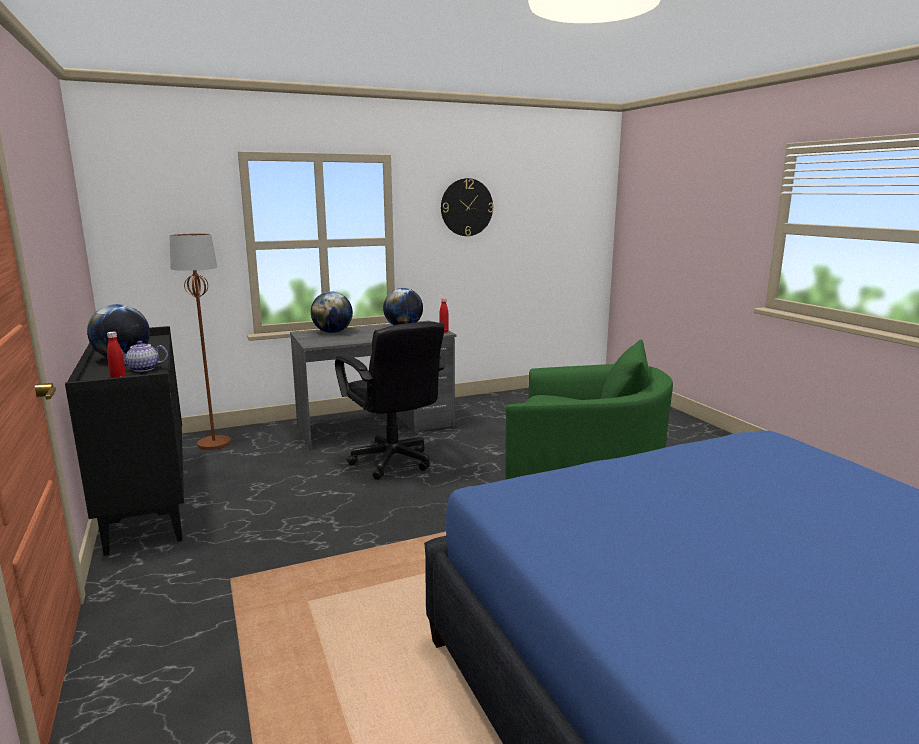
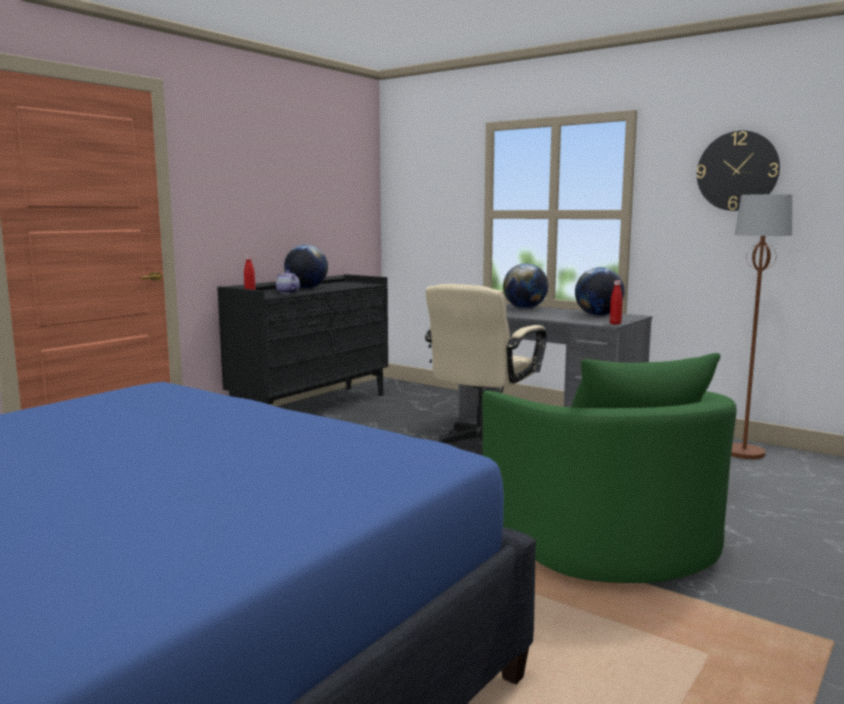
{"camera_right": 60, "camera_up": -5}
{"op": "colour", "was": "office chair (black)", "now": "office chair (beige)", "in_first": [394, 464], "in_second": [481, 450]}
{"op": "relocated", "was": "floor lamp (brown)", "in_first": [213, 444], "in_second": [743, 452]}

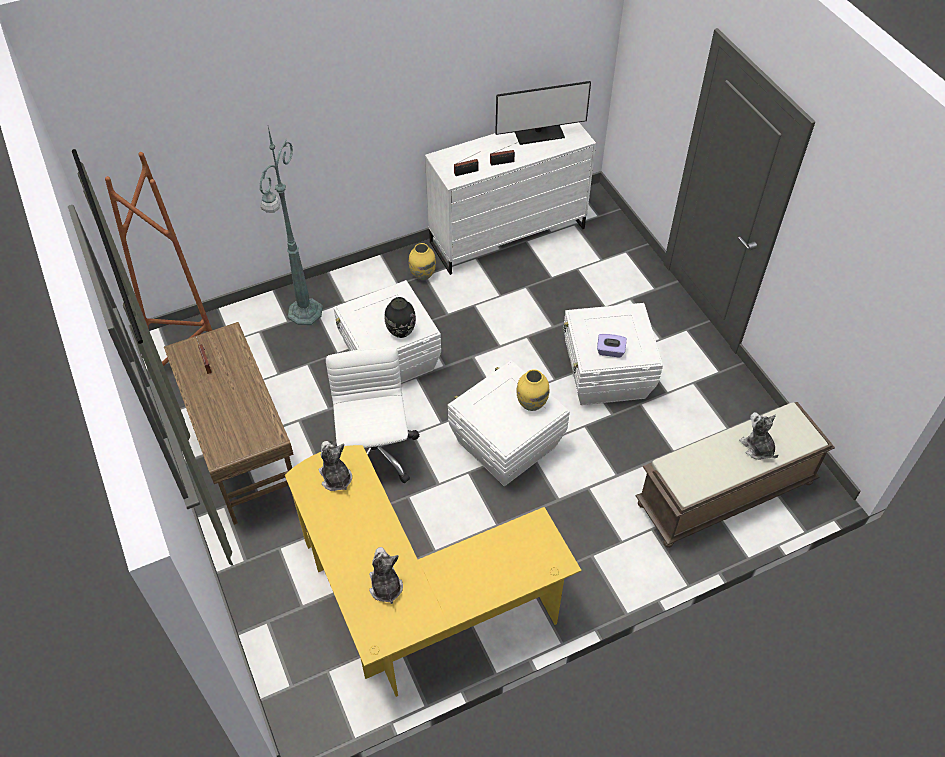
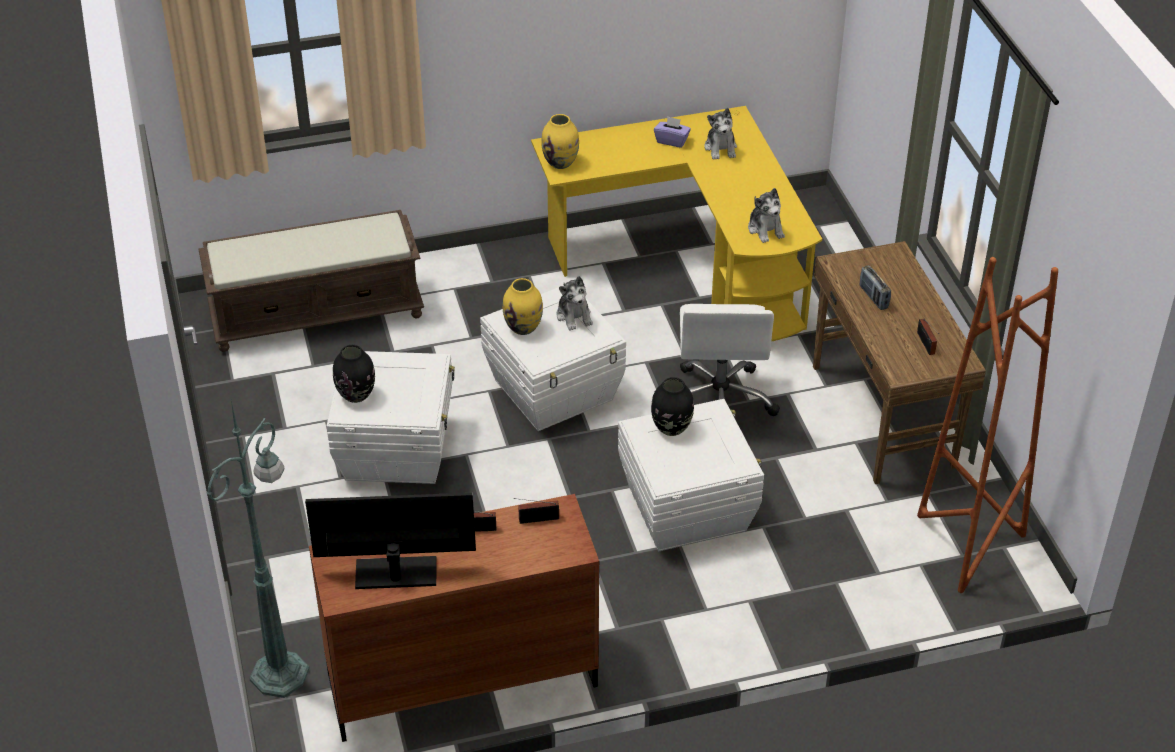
{"camera_right": -170, "camera_up": -10}
{"op": "relocated", "was": "floor lamp (green)", "in_first": [304, 313], "in_second": [282, 672]}
{"op": "colour", "was": "dresser (white)", "now": "dresser (brown)", "in_first": [507, 234], "in_second": [462, 682]}
{"op": "appeared", "now": "vase (black)", "in_second": [356, 394]}
{"op": "relocated", "was": "vase (yellow)", "in_first": [422, 275], "in_second": [560, 162]}
{"op": "relocated", "was": "plush toy", "in_first": [757, 447], "in_second": [574, 316]}
{"op": "relocated", "was": "tissue box (purple)", "in_first": [610, 351], "in_second": [672, 141]}
{"op": "appeared", "now": "radio", "in_second": [873, 297]}

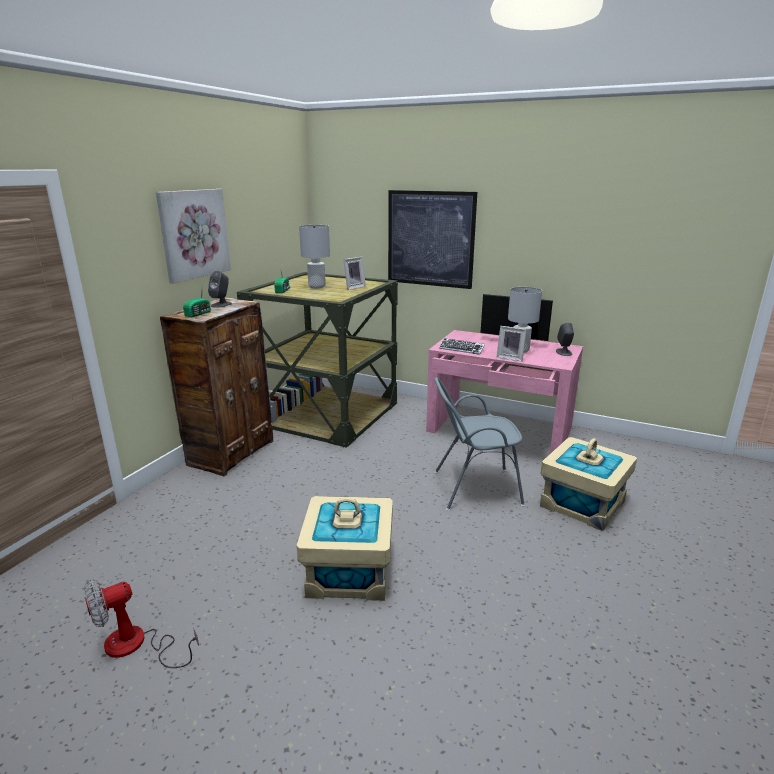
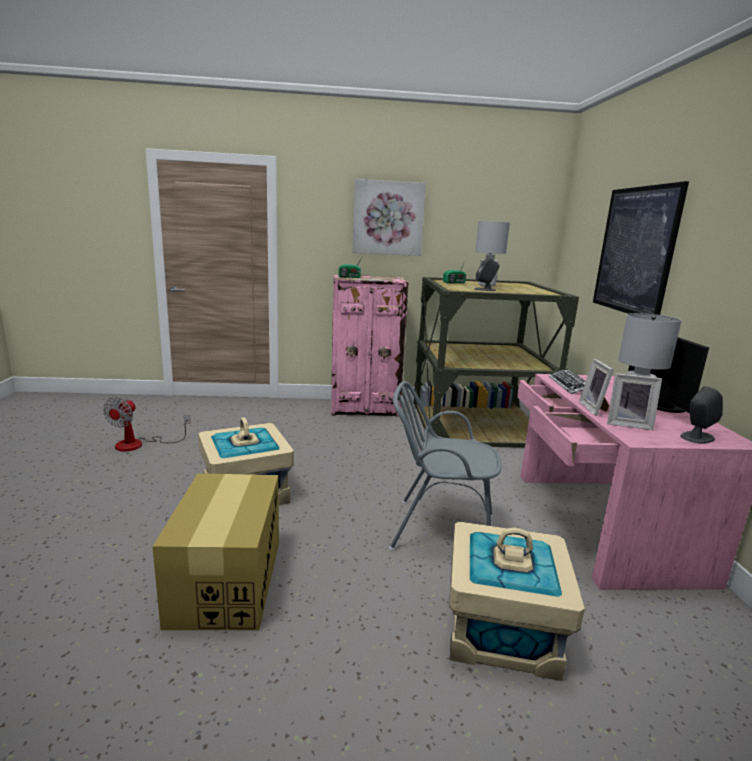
{"camera_right": 60, "camera_up": -5}
{"op": "spun", "was": "fan", "in_first": [136, 645], "in_second": [139, 444], "clockwise": -105}
{"op": "appeared", "now": "cardboard box", "in_second": [227, 580]}
{"op": "colour", "was": "cabinet (brown)", "now": "cabinet (pink)", "in_first": [231, 452], "in_second": [365, 408]}
{"op": "spun", "was": "chair (grey)", "in_first": [473, 488], "in_second": [438, 529], "clockwise": -45}
{"op": "relocated", "was": "speaker (grey)", "in_first": [221, 304], "in_second": [485, 289]}
{"op": "relocated", "was": "picture frame", "in_first": [353, 287], "in_second": [628, 424]}

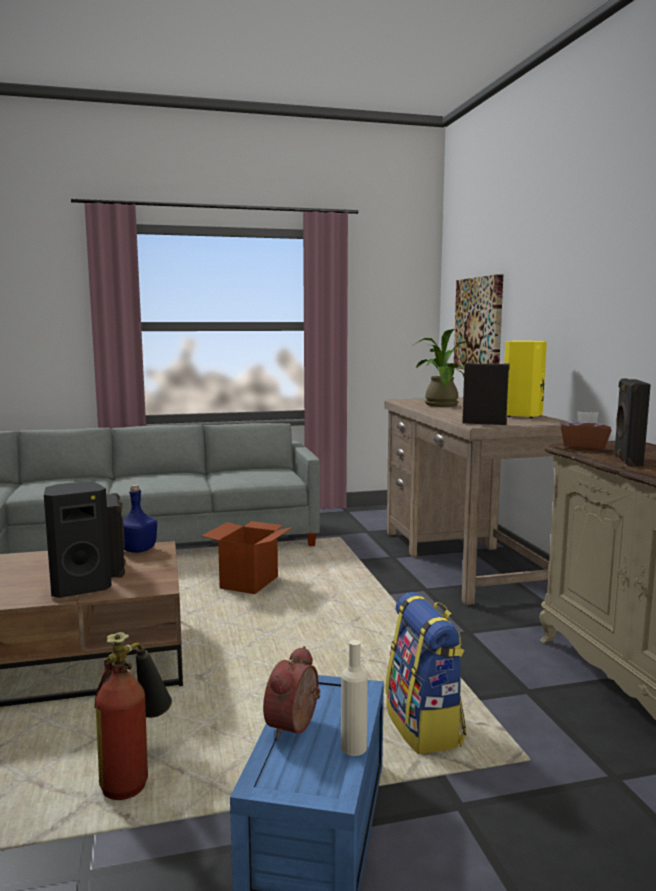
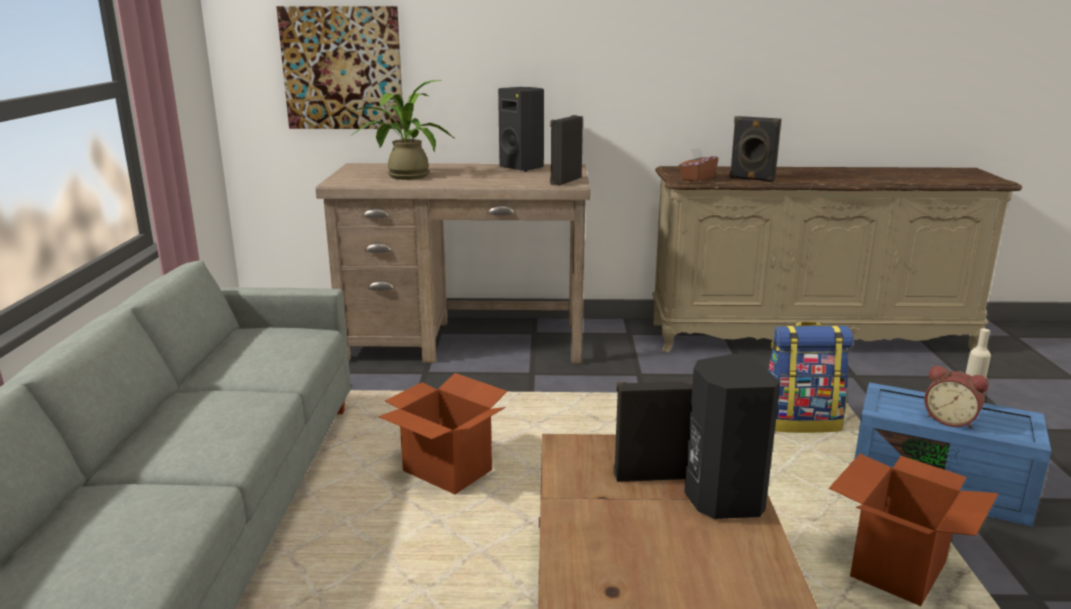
{"camera_right": -75, "camera_up": 10}
{"op": "colour", "was": "speaker (yellow)", "now": "speaker (black)", "in_first": [523, 416], "in_second": [523, 167]}
{"op": "exchanged", "was": "fire extinguisher", "now": "cardboard box", "in_first": [136, 776], "in_second": [898, 570]}
{"op": "missing", "was": "bottle (blue)", "in_first": [138, 549]}

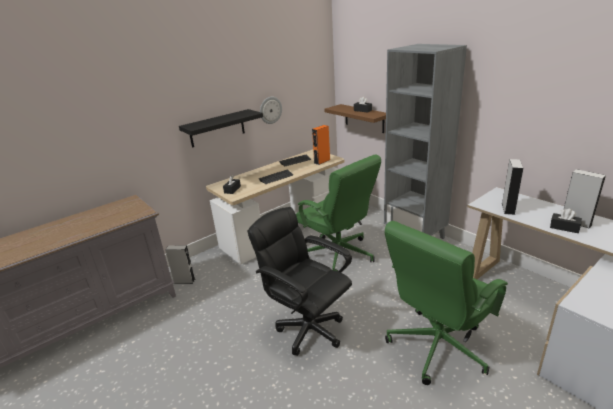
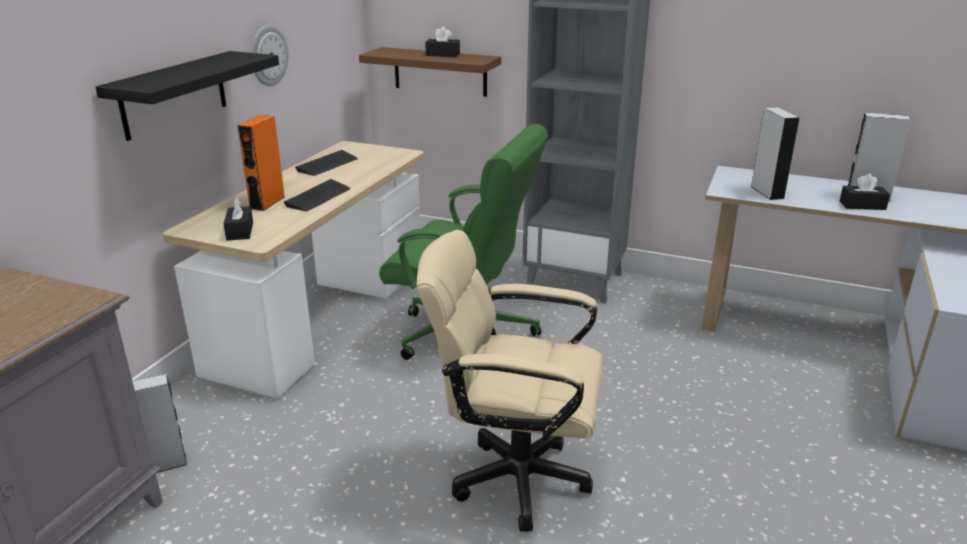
{"camera_right": -30, "camera_up": 0}
{"op": "relocated", "was": "speaker (orange)", "in_first": [322, 161], "in_second": [267, 202]}
{"op": "colour", "was": "office chair (black)", "now": "office chair (beige)", "in_first": [306, 330], "in_second": [512, 482]}
{"op": "missing", "was": "office chair (green)", "in_first": [438, 345]}

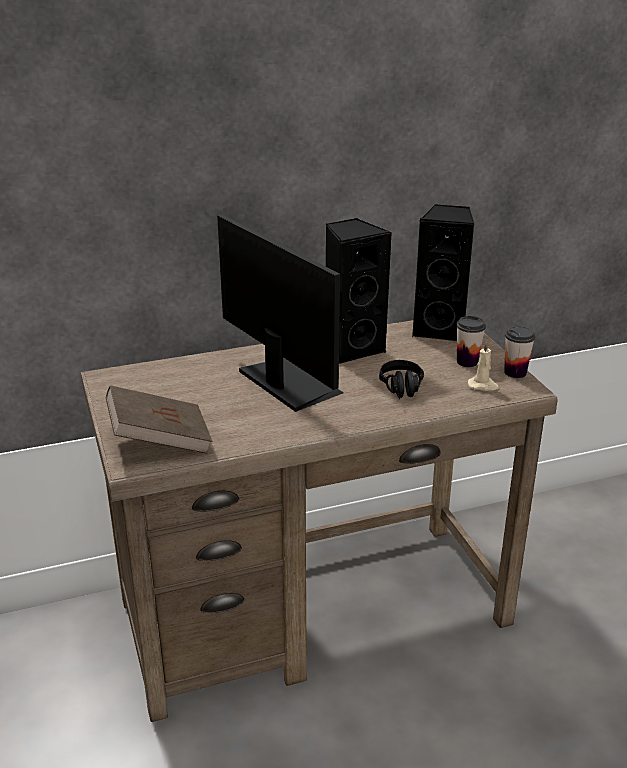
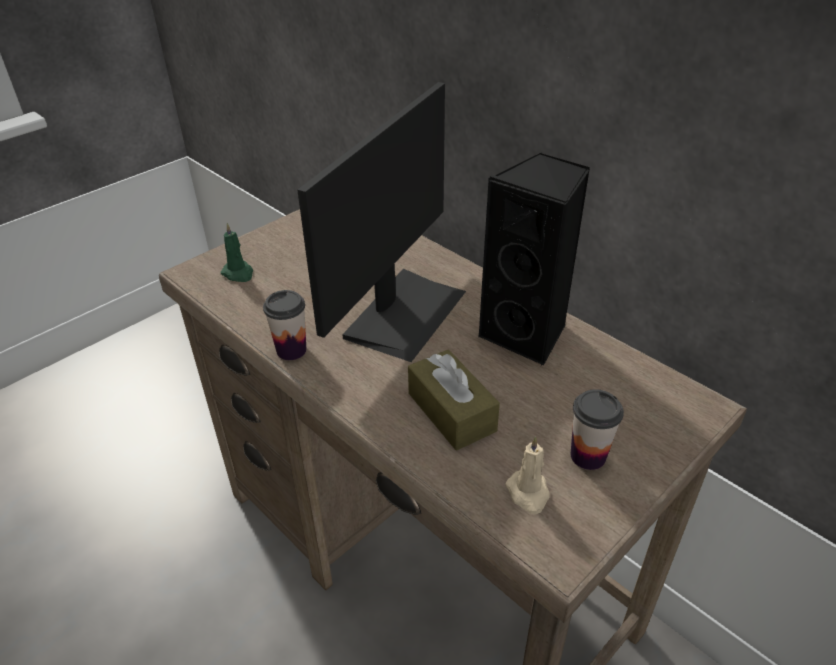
{"camera_right": 65, "camera_up": 10}
{"op": "exchanged", "was": "book (brown)", "now": "candle (green)", "in_first": [160, 440], "in_second": [238, 273]}
{"op": "relocated", "was": "cup", "in_first": [515, 372], "in_second": [291, 350]}
{"op": "exchanged", "was": "headphones (black)", "now": "tissue box (brown)", "in_first": [402, 391], "in_second": [451, 412]}
{"op": "missing", "was": "speaker (black)", "in_first": [440, 330]}

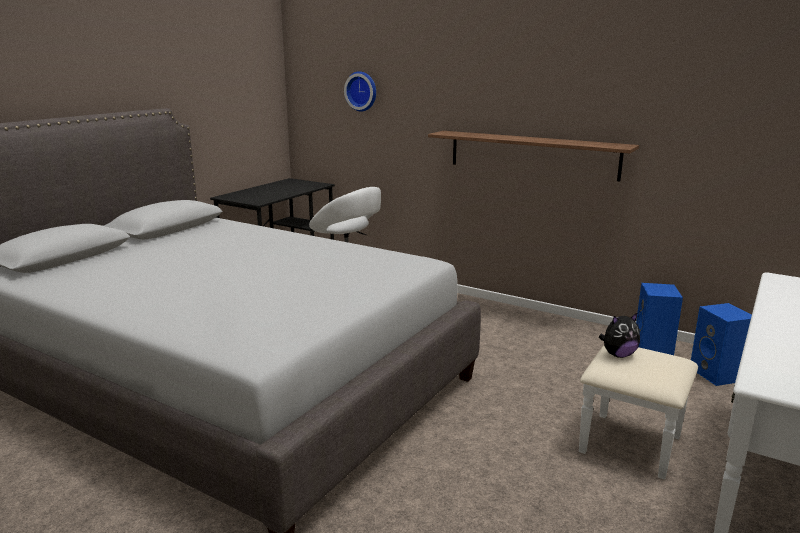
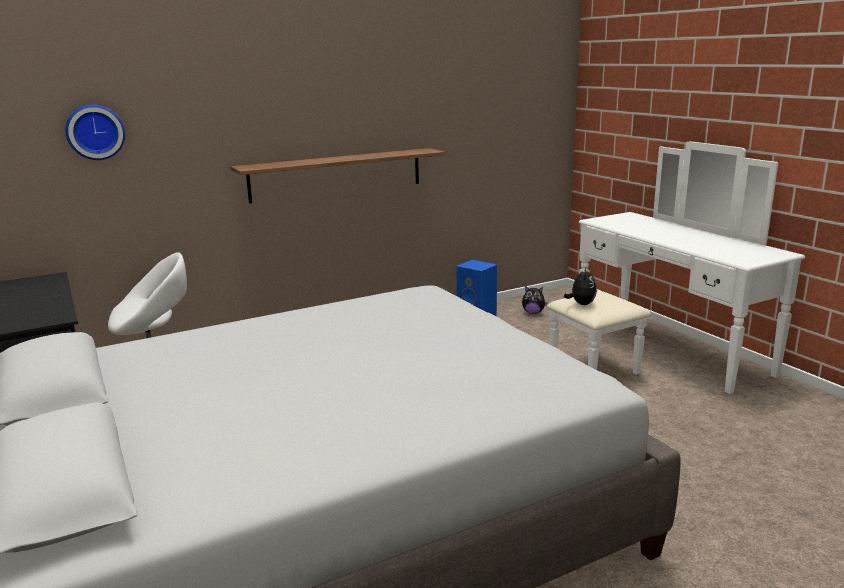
{"camera_right": -60, "camera_up": 0}
{"op": "exchanged", "was": "speaker (blue)", "now": "plush toy", "in_first": [718, 374], "in_second": [533, 313]}

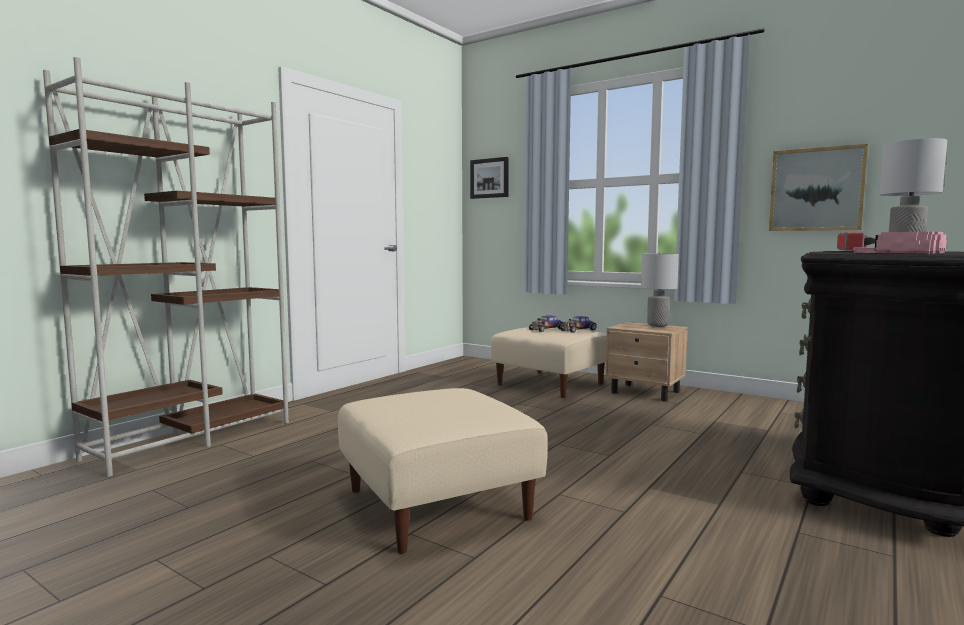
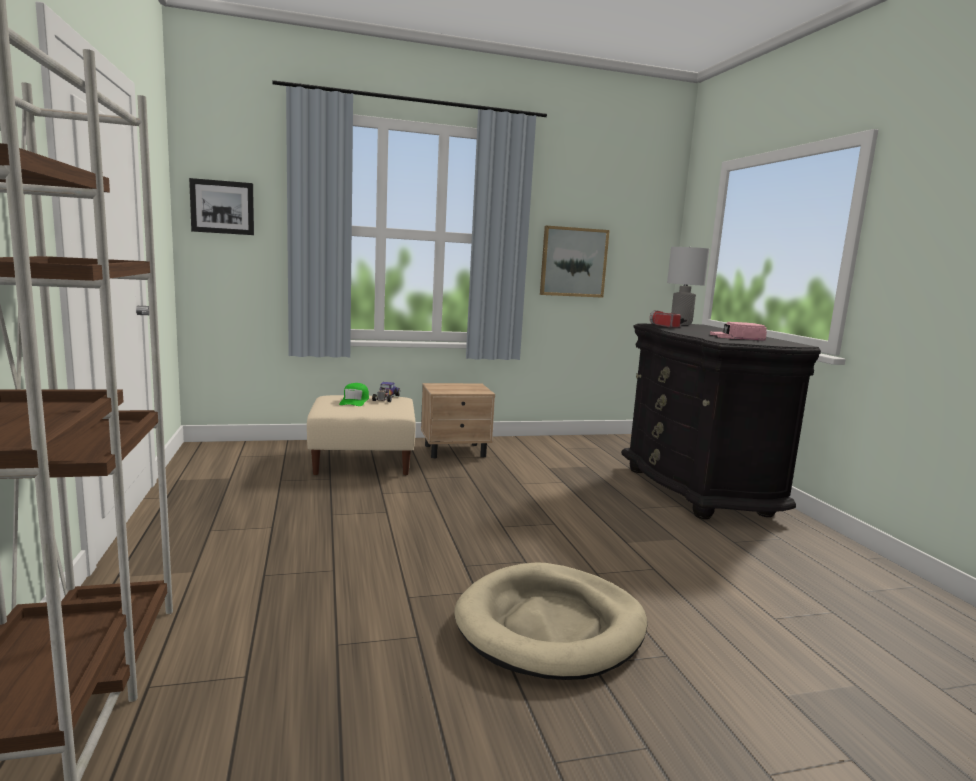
{"camera_right": -50, "camera_up": 5}
{"op": "exchanged", "was": "toy car", "now": "cap (green)", "in_first": [546, 329], "in_second": [354, 401]}
{"op": "exchanged", "was": "ottoman (beige)", "now": "dog bed (beige)", "in_first": [438, 504], "in_second": [551, 626]}
{"op": "missing", "was": "table lamp (grey)", "in_first": [657, 326]}

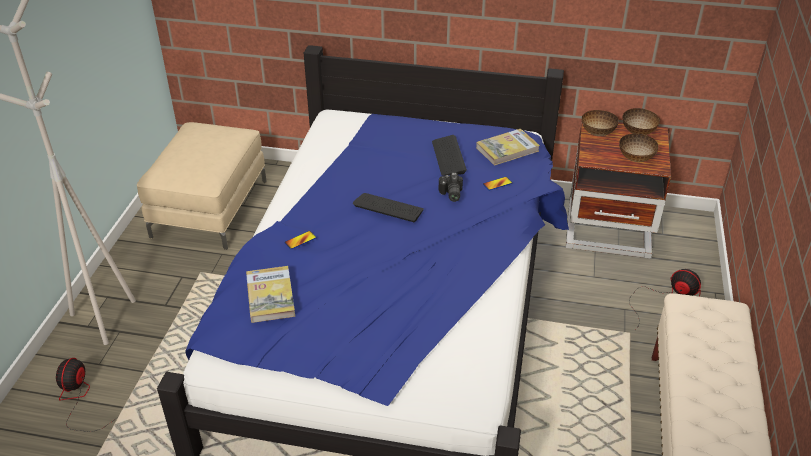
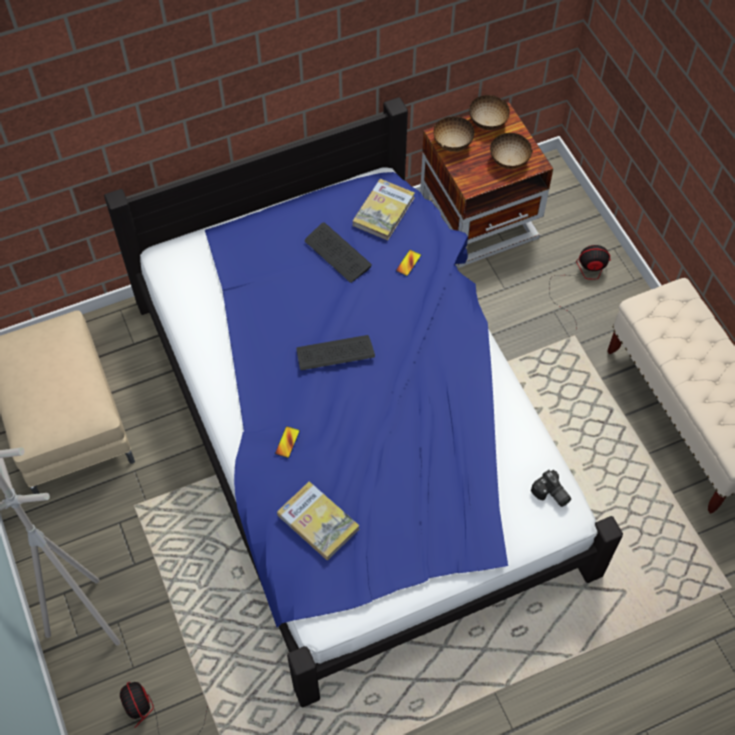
{"camera_right": -35, "camera_up": 20}
{"op": "relocated", "was": "photo camera", "in_first": [450, 194], "in_second": [550, 494]}

